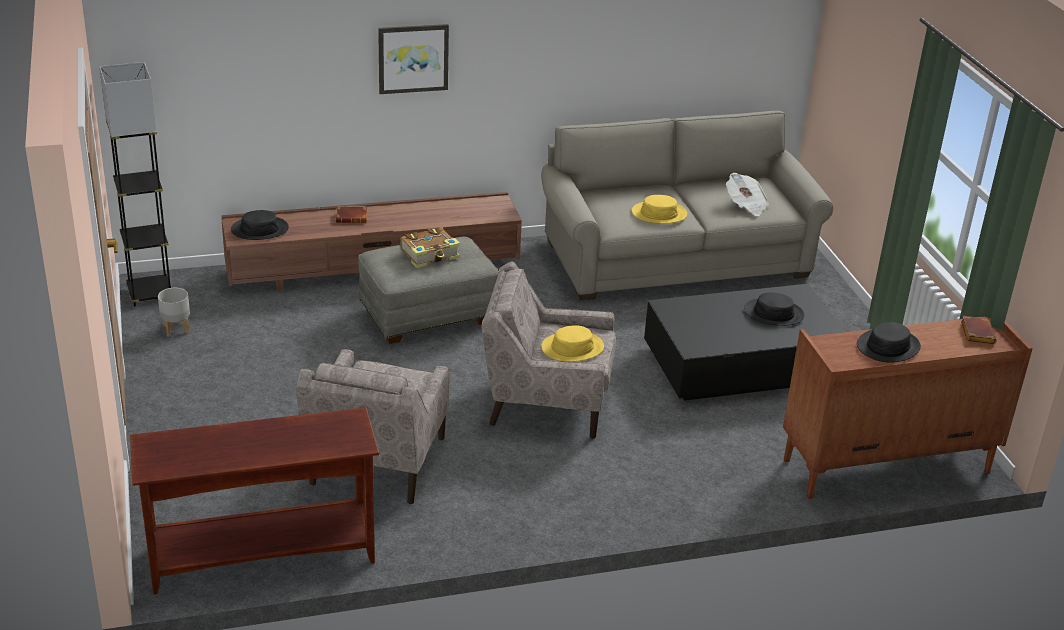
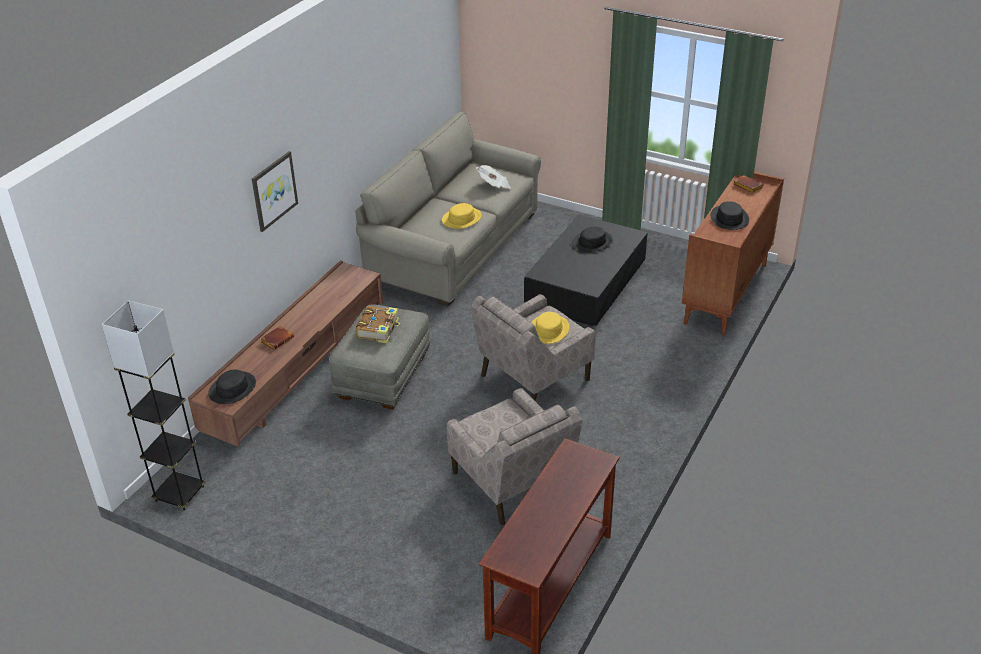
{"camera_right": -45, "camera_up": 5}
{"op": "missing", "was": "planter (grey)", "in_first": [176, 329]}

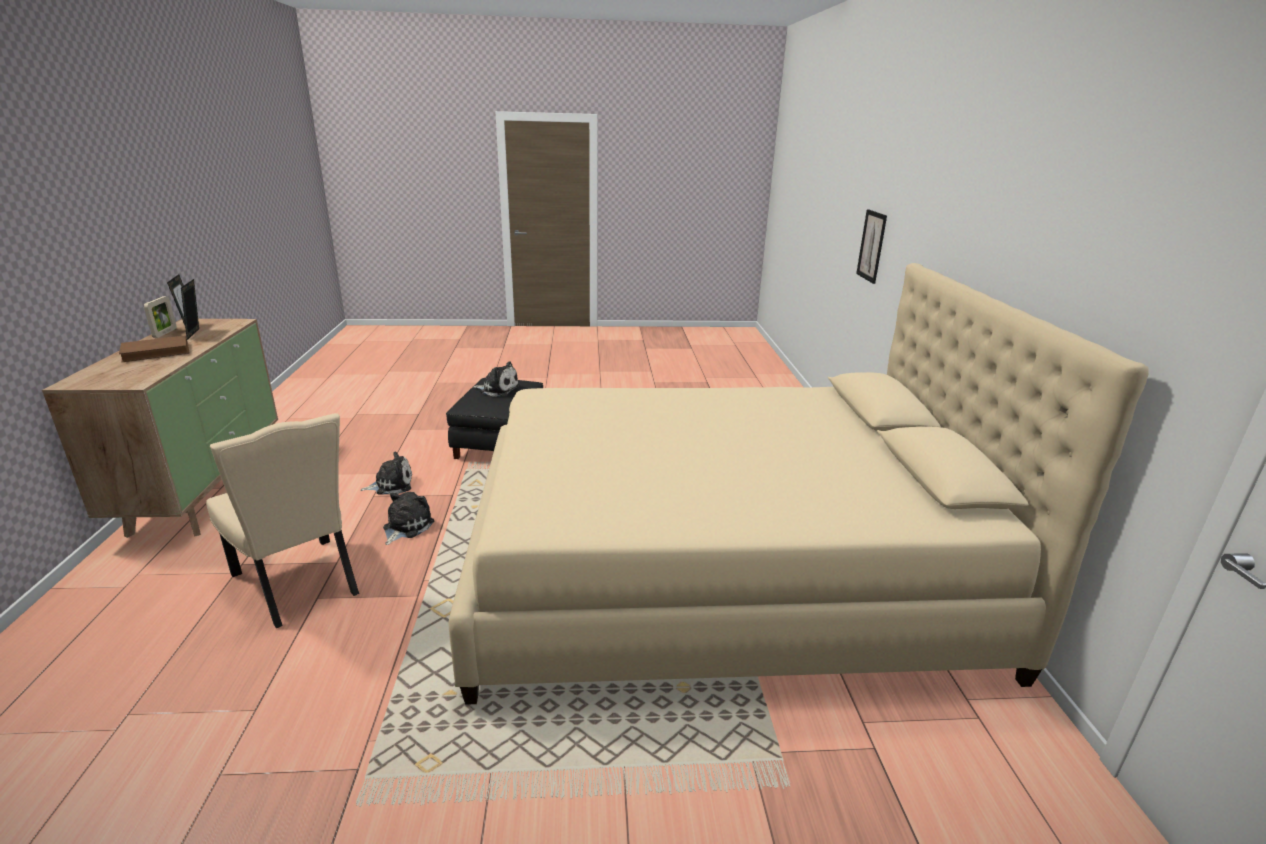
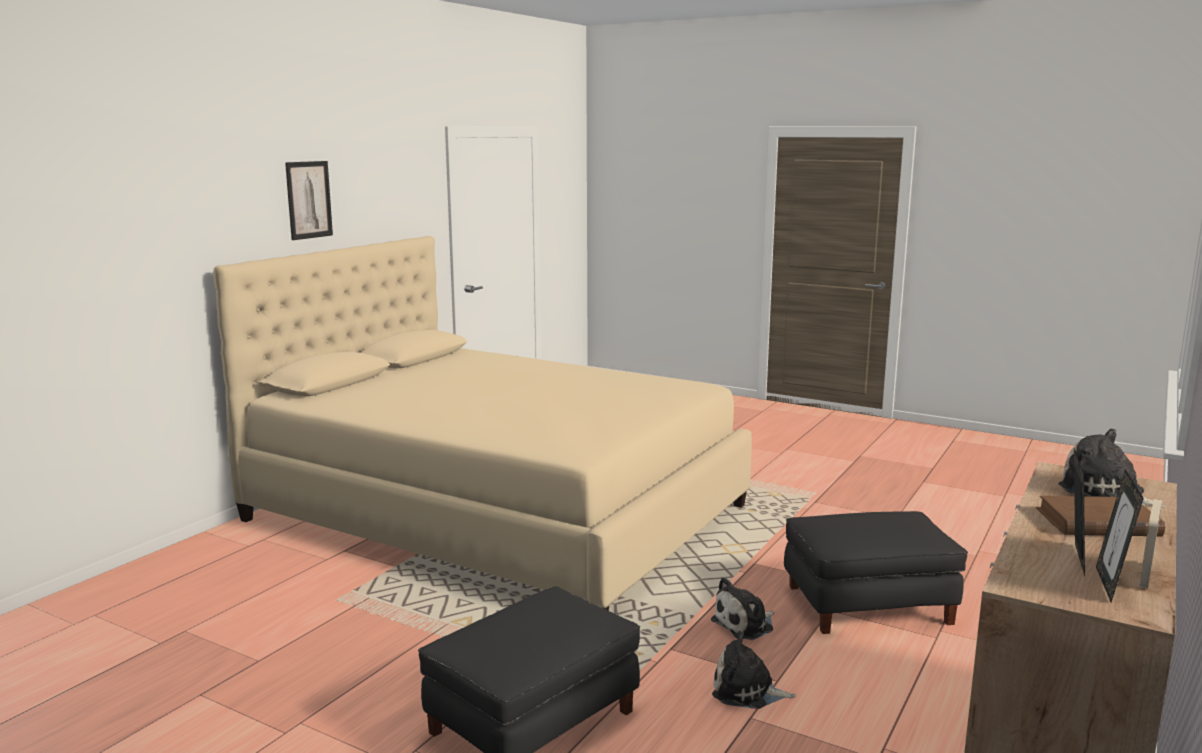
{"camera_right": -145, "camera_up": -10}
{"op": "relocated", "was": "picture", "in_first": [871, 246], "in_second": [309, 200]}
{"op": "exchanged", "was": "chair (beige)", "now": "ottoman (black)", "in_first": [298, 581], "in_second": [868, 604]}
{"op": "relocated", "was": "plush toy", "in_first": [497, 389], "in_second": [1105, 492]}

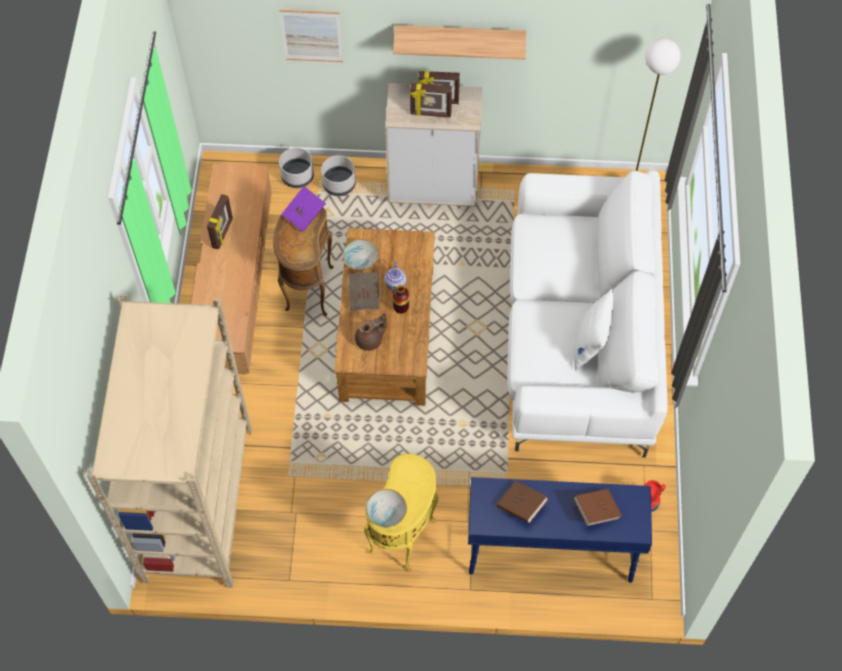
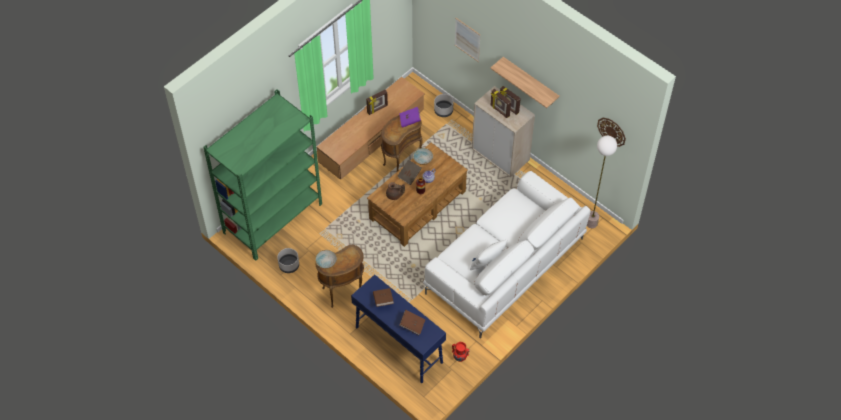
{"camera_right": 40, "camera_up": -5}
{"op": "colour", "was": "bookcase (beige)", "now": "bookcase (green)", "in_first": [198, 503], "in_second": [273, 218]}
{"op": "relocated", "was": "planter (grey)", "in_first": [338, 184], "in_second": [288, 265]}
{"op": "colour", "was": "side table (yellow)", "now": "side table (brown)", "in_first": [404, 537], "in_second": [343, 293]}
{"op": "appeared", "now": "wall clock", "in_second": [611, 131]}

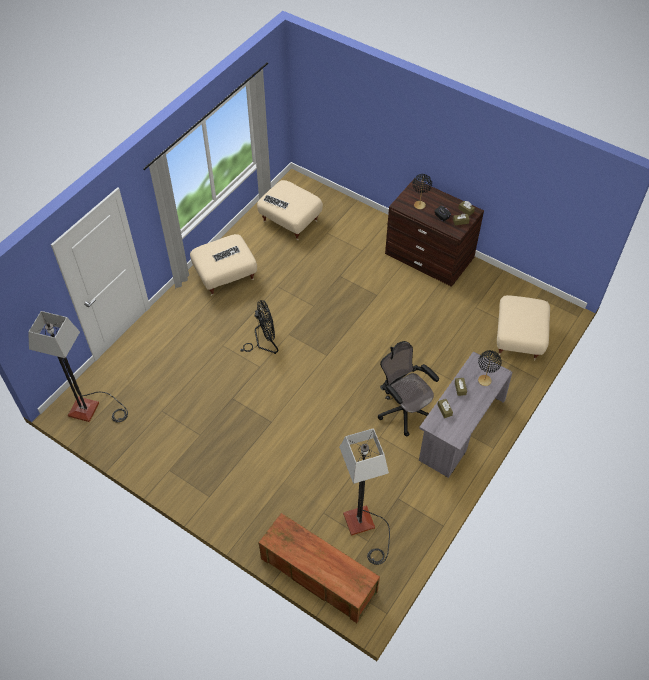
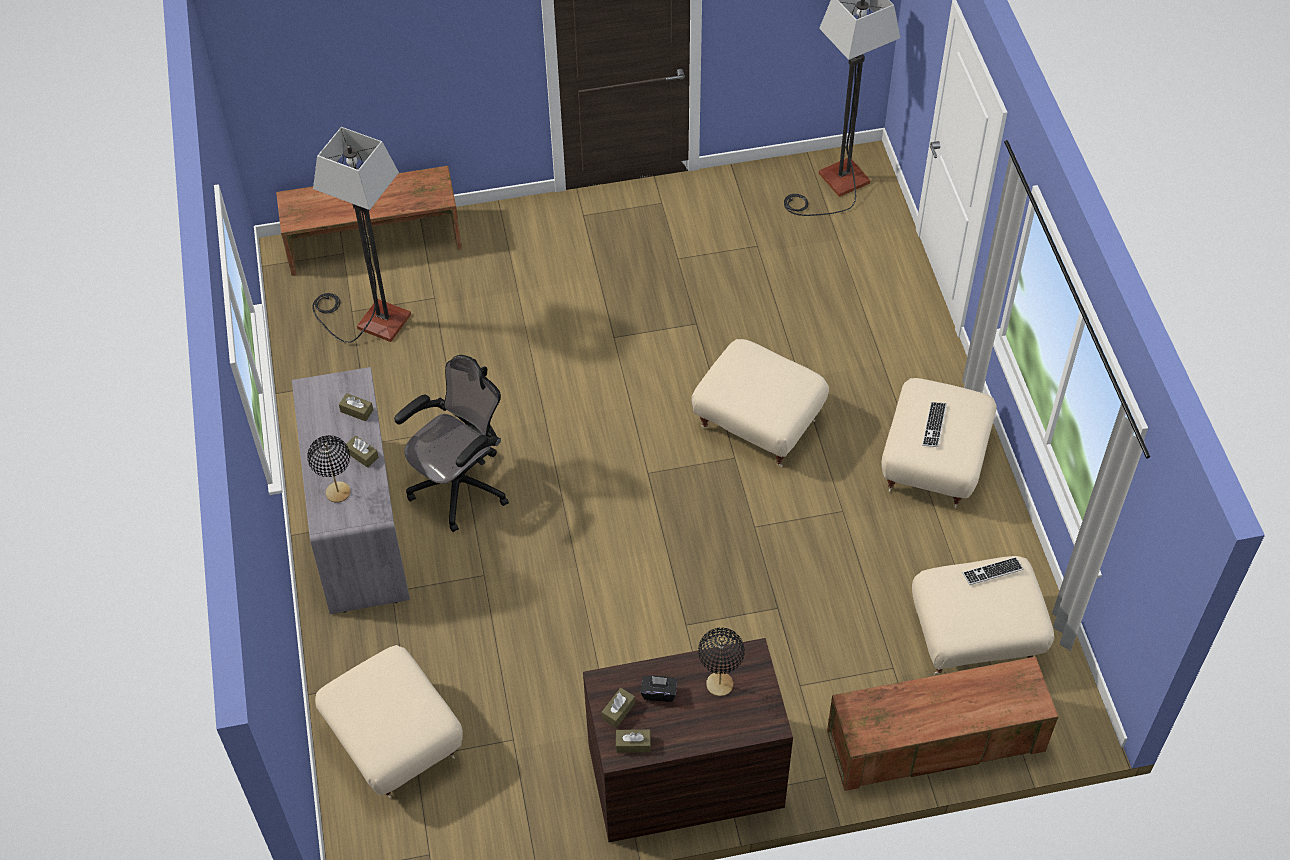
{"camera_right": 135, "camera_up": 0}
{"op": "spun", "was": "office chair", "in_first": [404, 411], "in_second": [460, 485], "clockwise": -60}
{"op": "exchanged", "was": "fan (black)", "now": "ottoman (beige)", "in_first": [263, 339], "in_second": [759, 422]}
{"op": "appeared", "now": "bench (brown)", "in_second": [934, 743]}

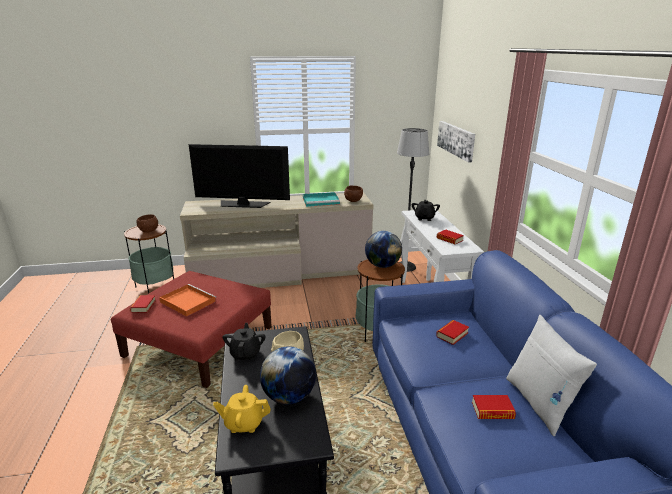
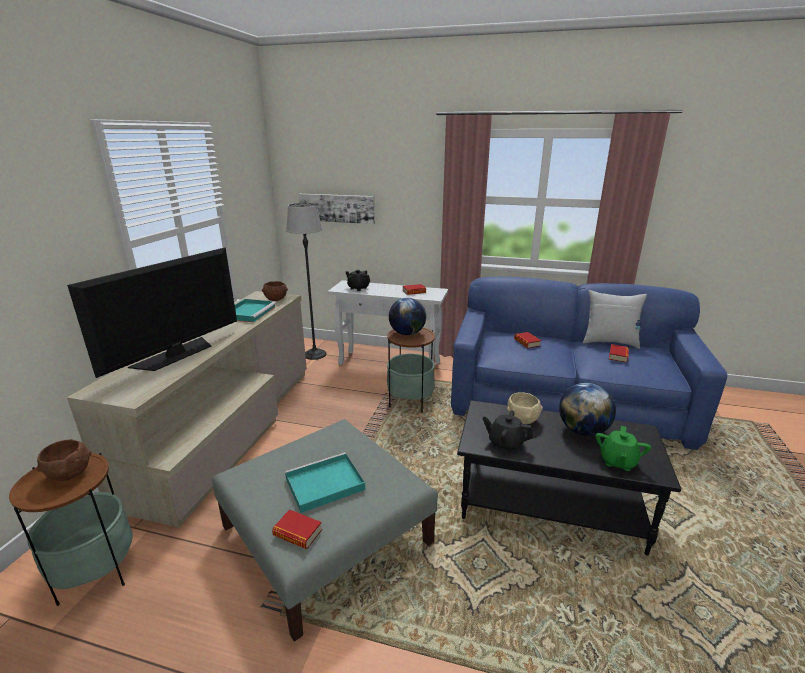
{"camera_right": -65, "camera_up": 0}
{"op": "colour", "was": "ottoman (red)", "now": "ottoman (grey)", "in_first": [199, 342], "in_second": [327, 535]}
{"op": "colour", "was": "tray (orange)", "now": "tray (turquoise)", "in_first": [187, 301], "in_second": [323, 485]}
{"op": "colour", "was": "teapot (yellow)", "now": "teapot (green)", "in_first": [244, 423], "in_second": [617, 461]}

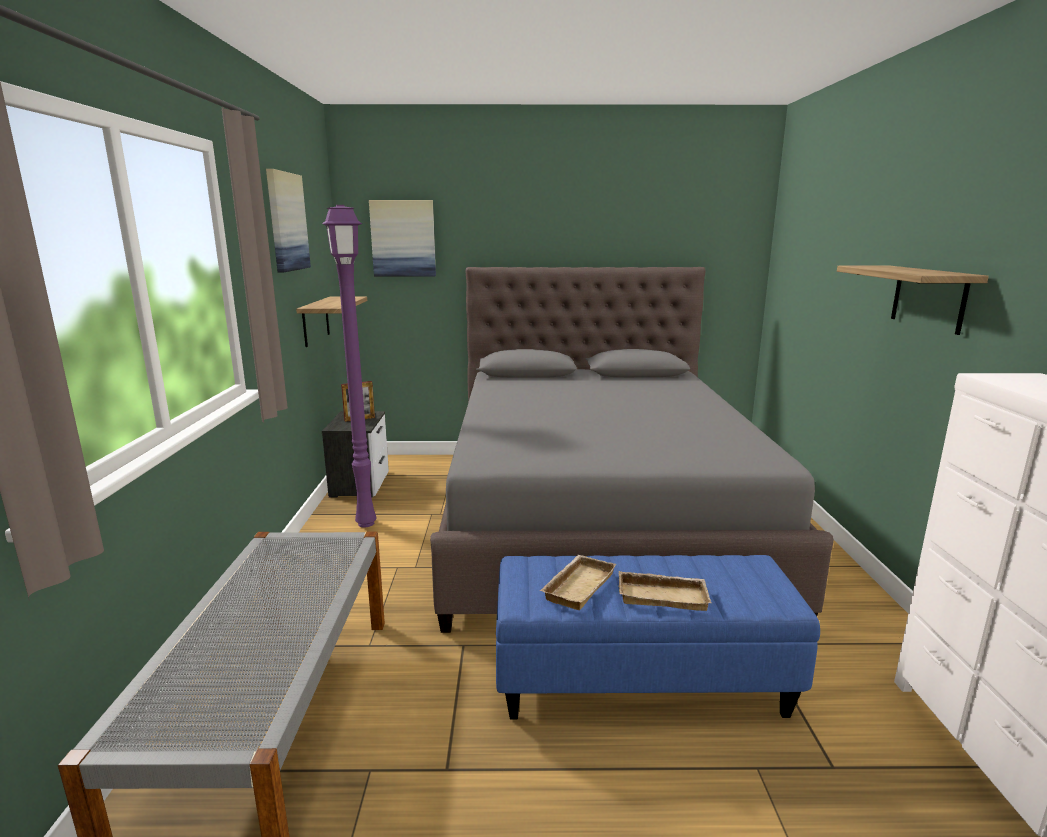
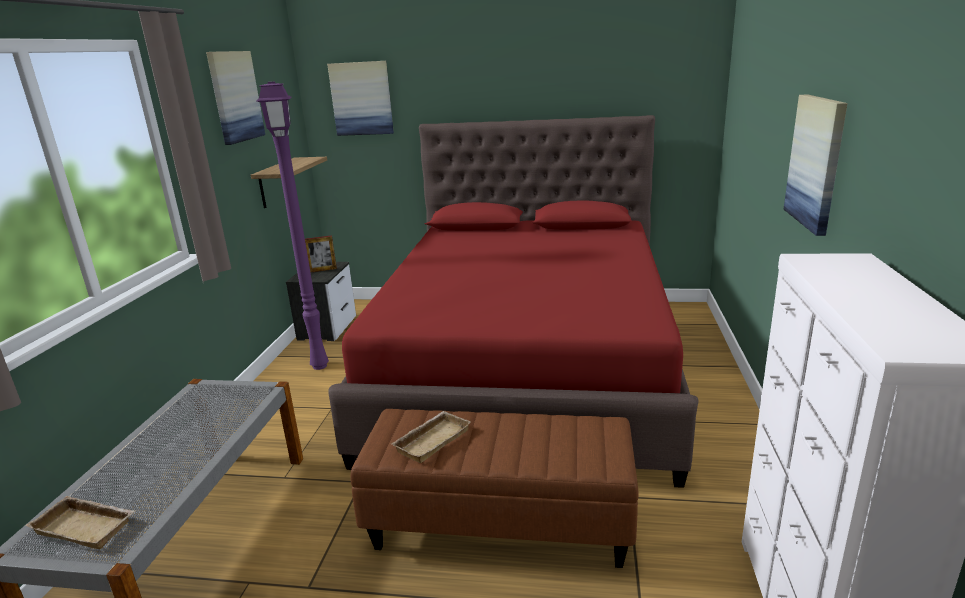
{"camera_right": 10, "camera_up": 5}
{"op": "relocated", "was": "tray (beige)", "in_first": [663, 595], "in_second": [87, 526]}
{"op": "colour", "was": "bed (grey)", "now": "bed (red)", "in_first": [597, 519], "in_second": [526, 368]}
{"op": "colour", "was": "ottoman (blue)", "now": "ottoman (brown)", "in_first": [640, 682], "in_second": [500, 525]}
{"op": "exchanged", "was": "shelf", "now": "picture", "in_first": [928, 298], "in_second": [816, 162]}

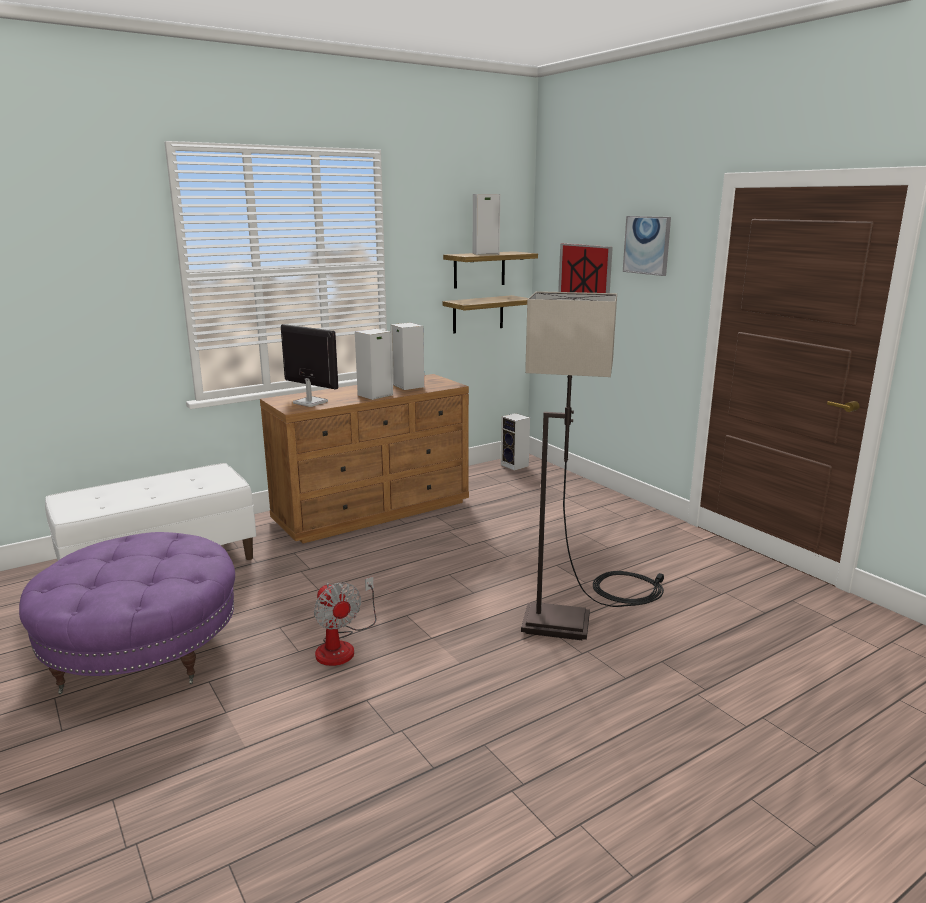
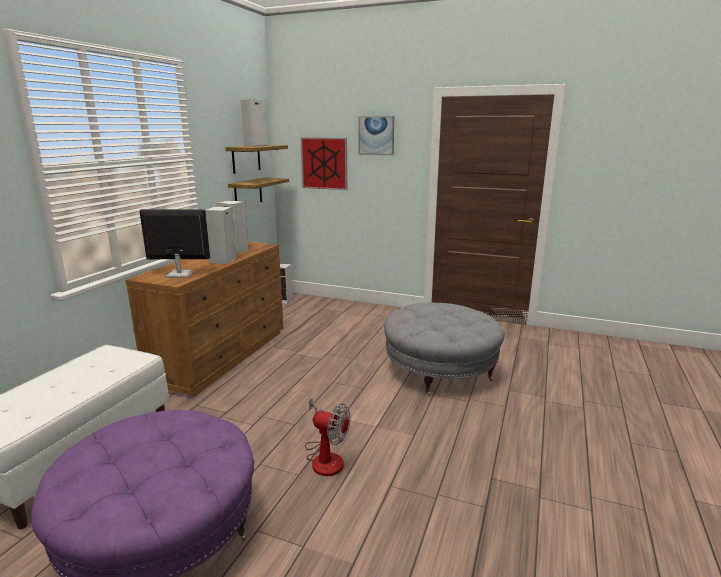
{"camera_right": -35, "camera_up": 0}
{"op": "exchanged", "was": "floor lamp", "now": "ottoman (grey)", "in_first": [597, 605], "in_second": [440, 371]}

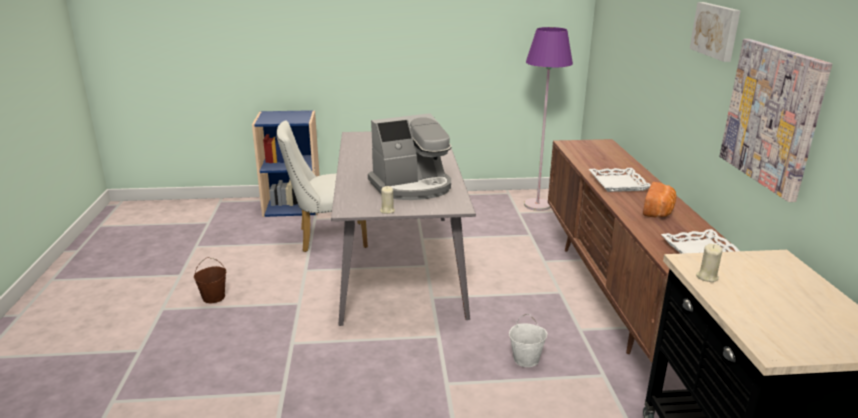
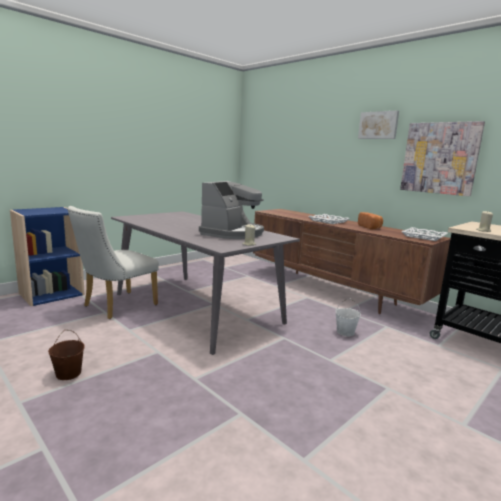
{"camera_right": -40, "camera_up": -10}
{"op": "missing", "was": "floor lamp (purple)", "in_first": [537, 205]}

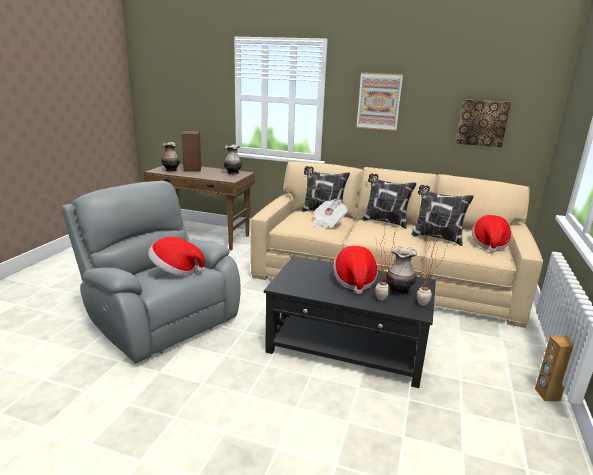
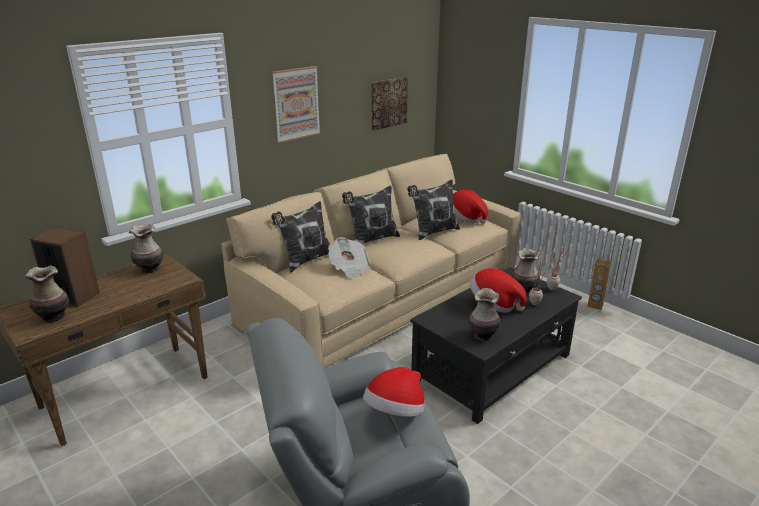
{"camera_right": -60, "camera_up": 5}
{"op": "appeared", "now": "vase", "in_second": [482, 336]}

